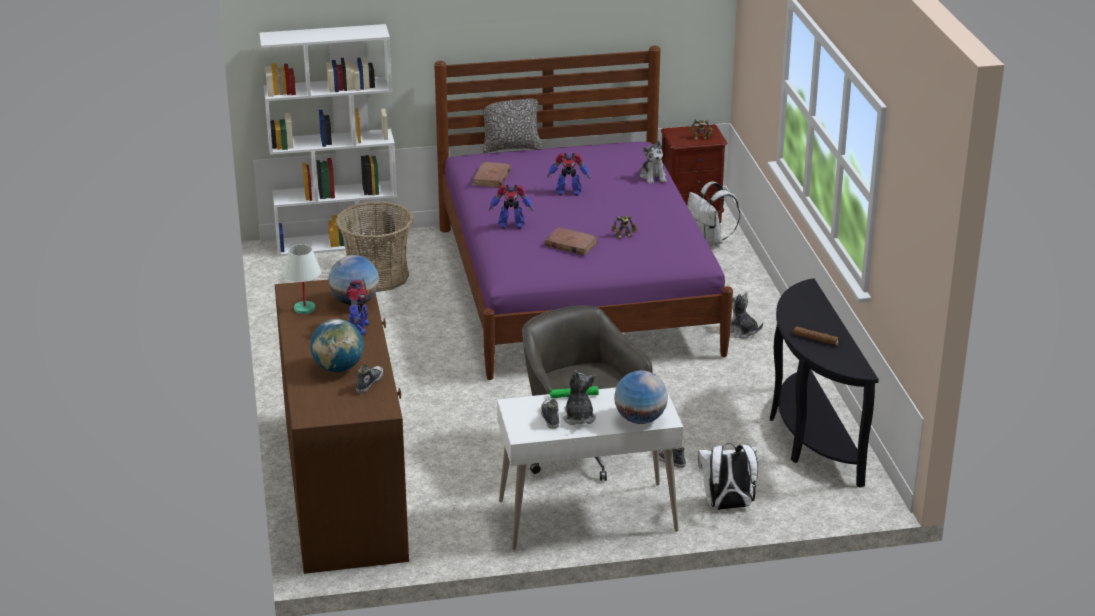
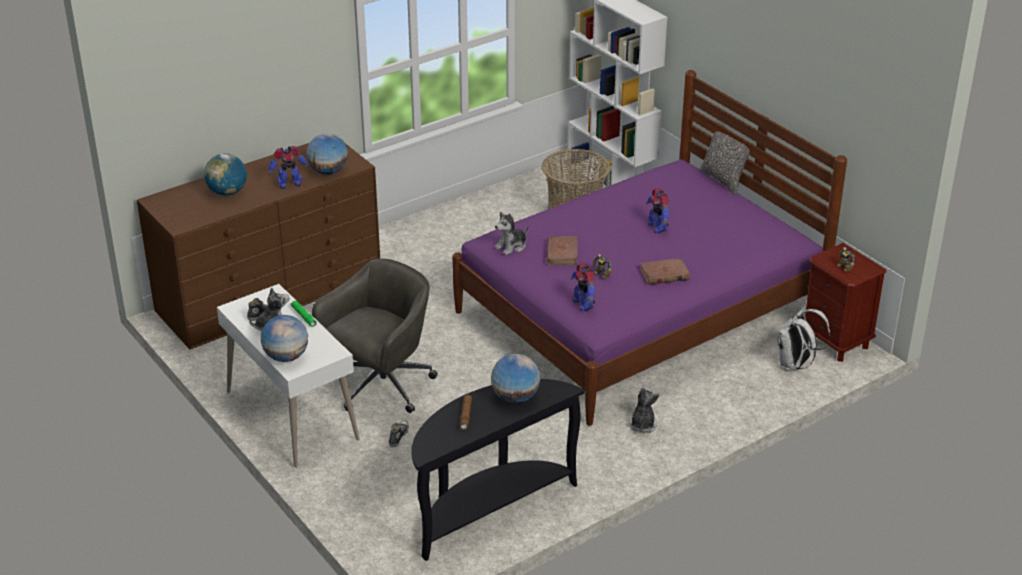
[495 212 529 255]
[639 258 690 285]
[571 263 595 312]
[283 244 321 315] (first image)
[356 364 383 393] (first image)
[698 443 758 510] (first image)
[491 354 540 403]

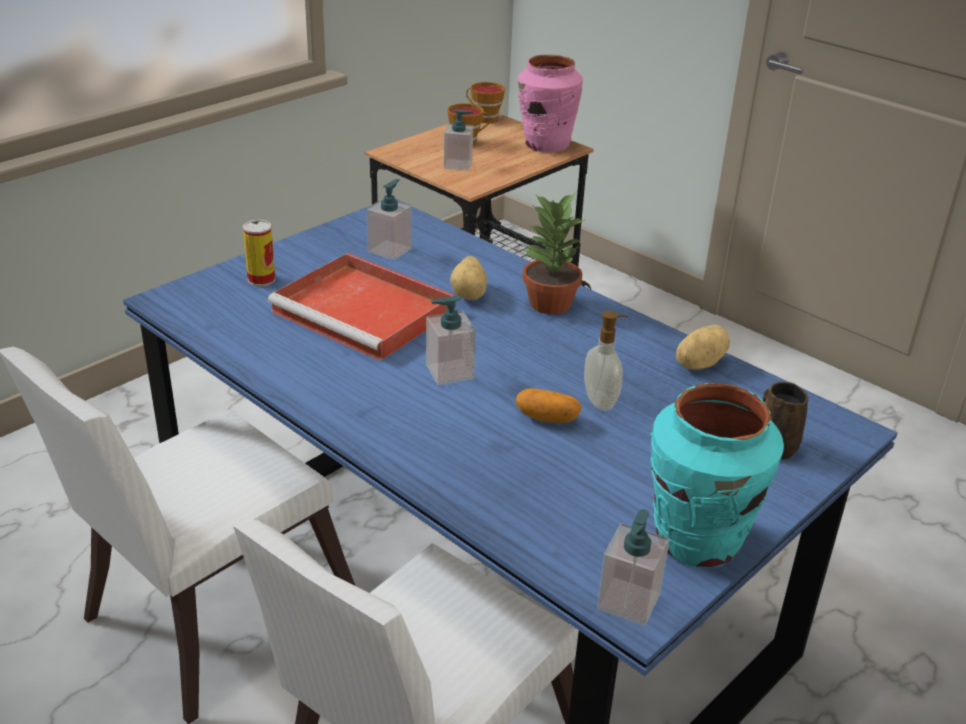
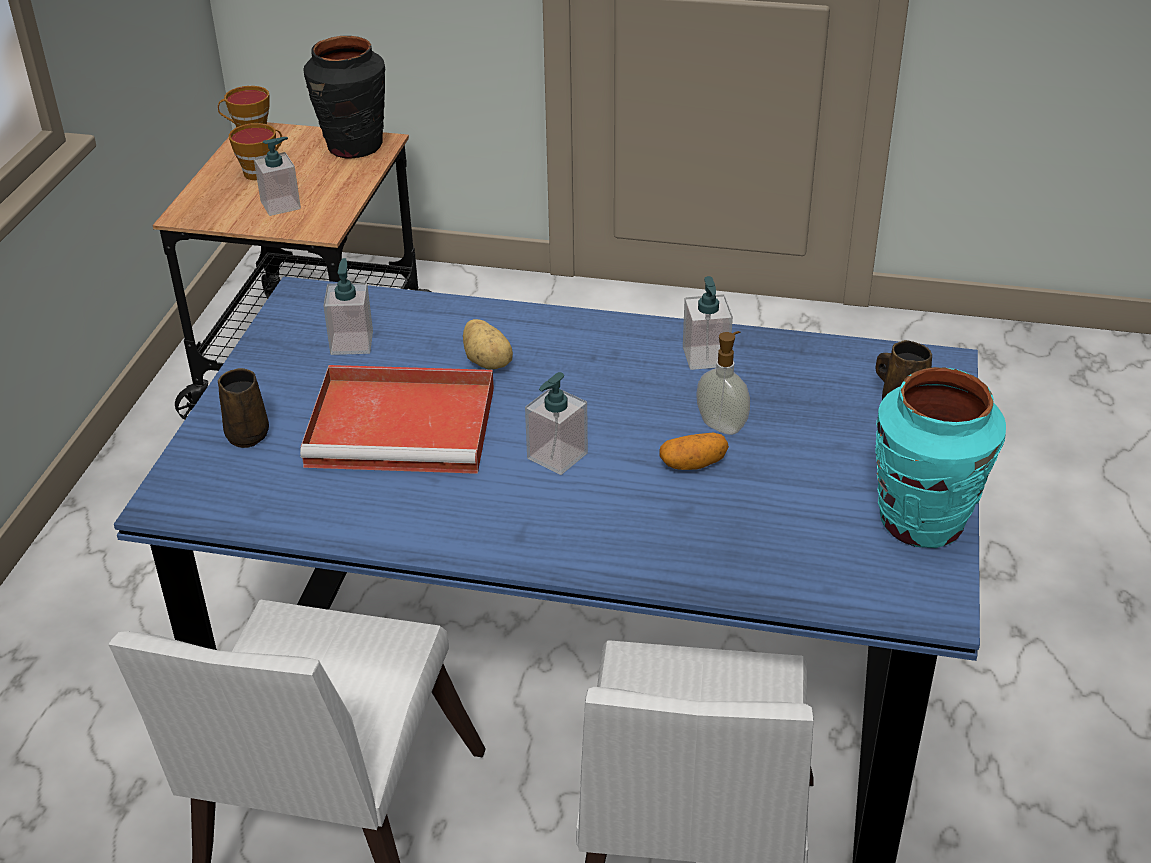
[303 36 385 158]
[522 193 586 314] (first image)
[218 368 269 448]
[676 325 730 370] (first image)
[683 276 733 370]

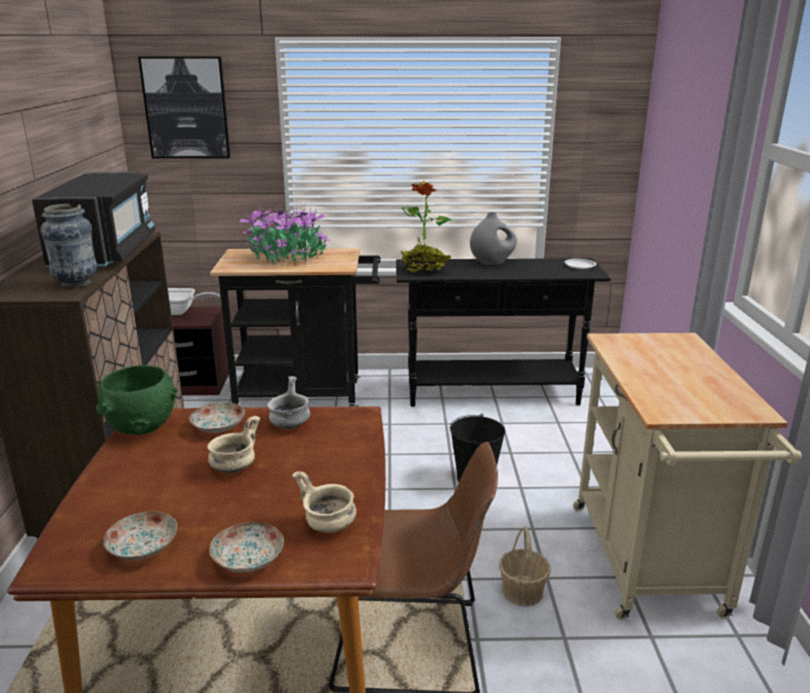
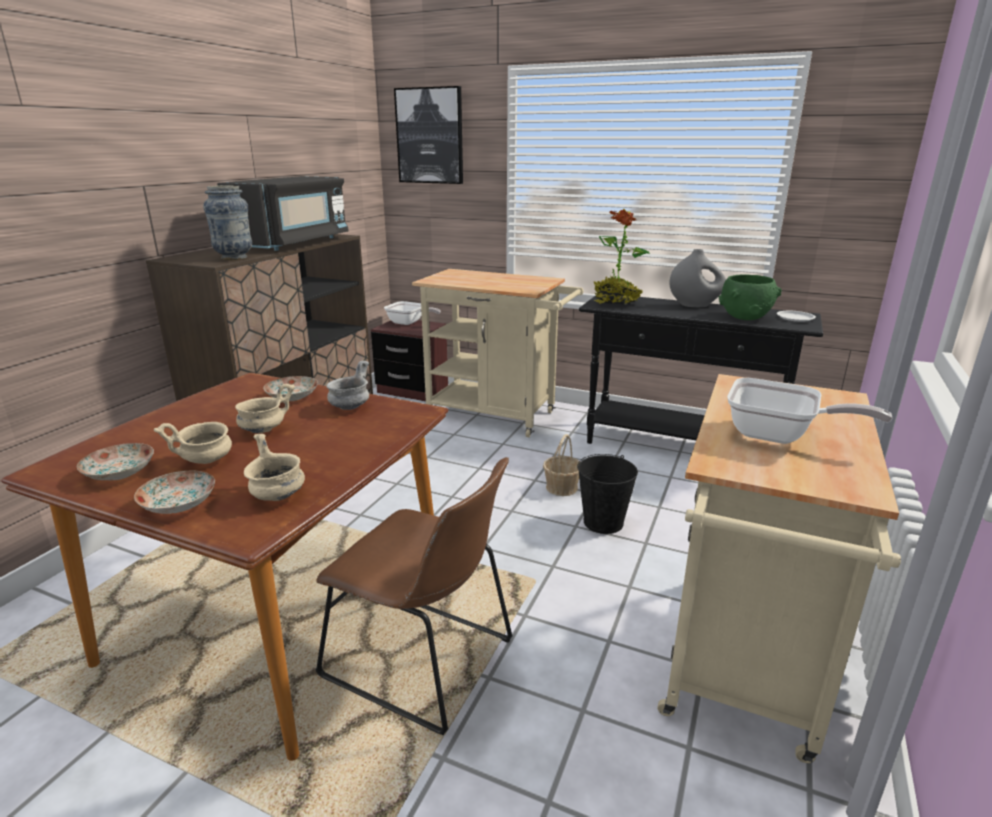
[240 203 330 264] (first image)
[412 269 583 437]
[719 274 782 320]
[543 434 580 496]
[727 378 893 444]
[154 422 232 464]

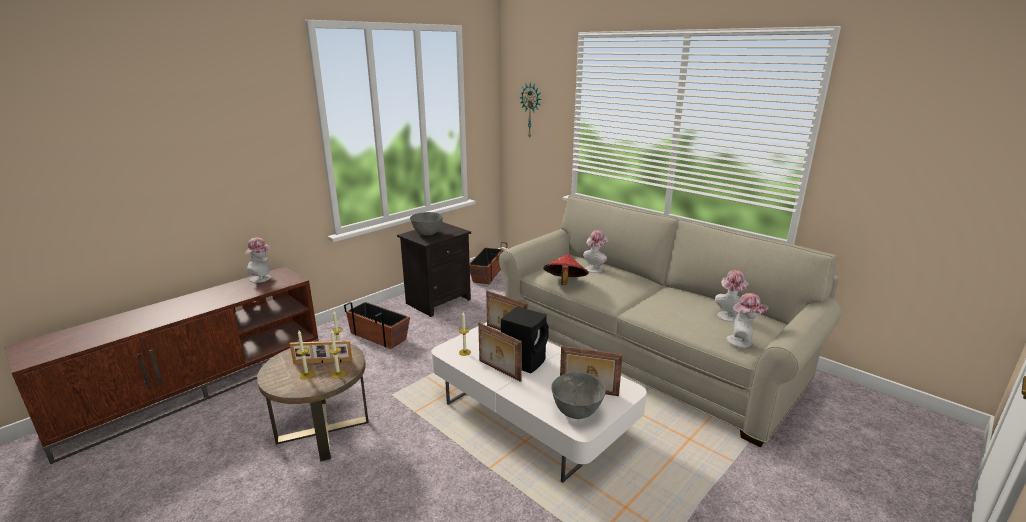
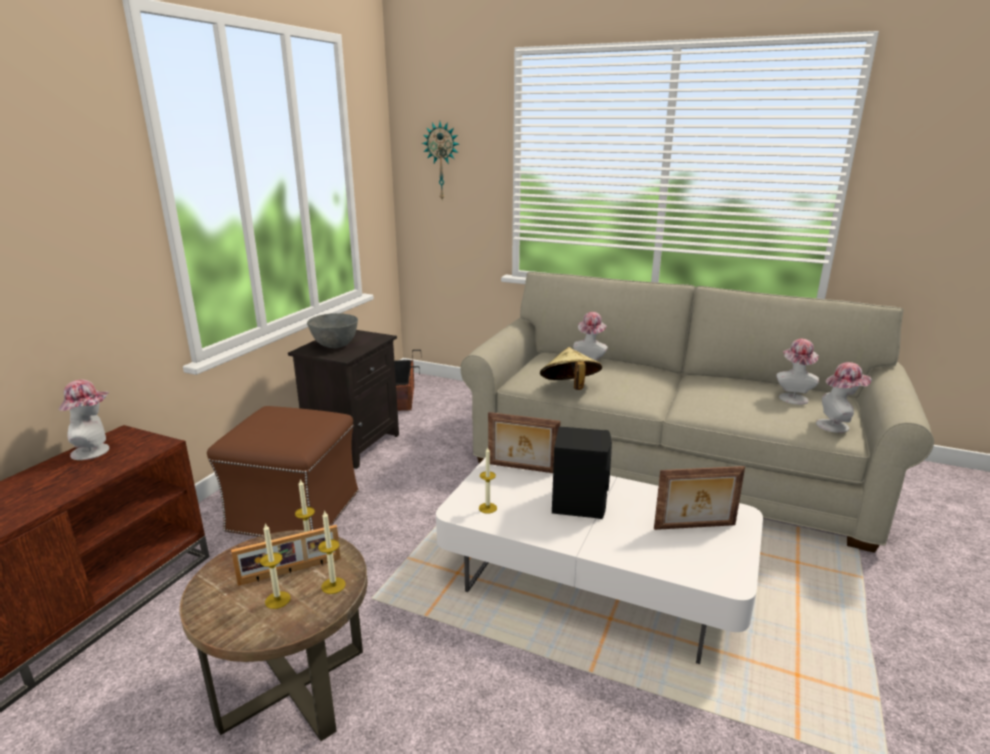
[540 347 602 390]
[207 406 358 537]
[478 323 522 382] (first image)
[551 373 606 419] (first image)

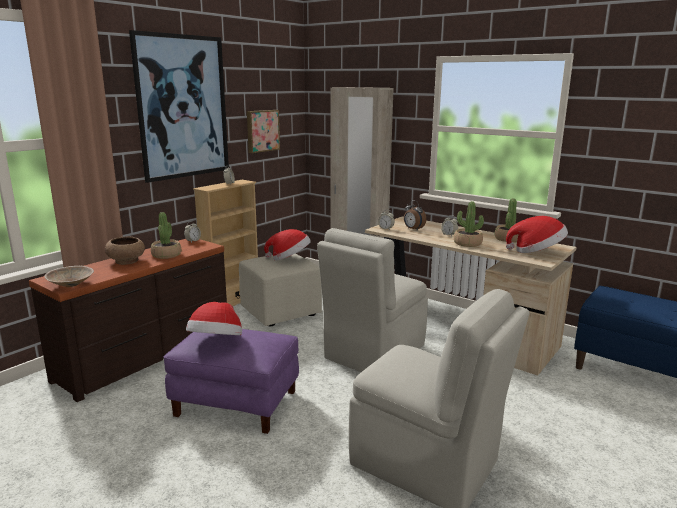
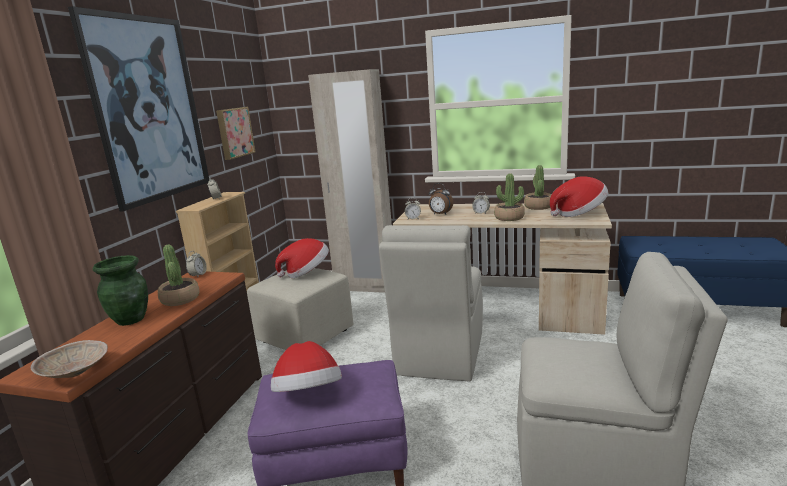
[93 255 148 326]

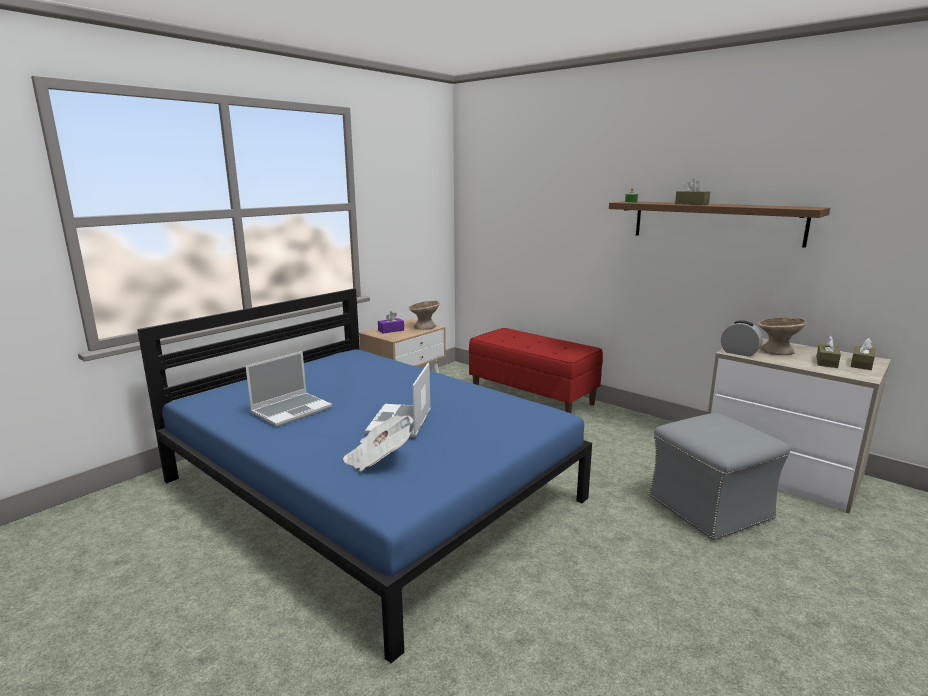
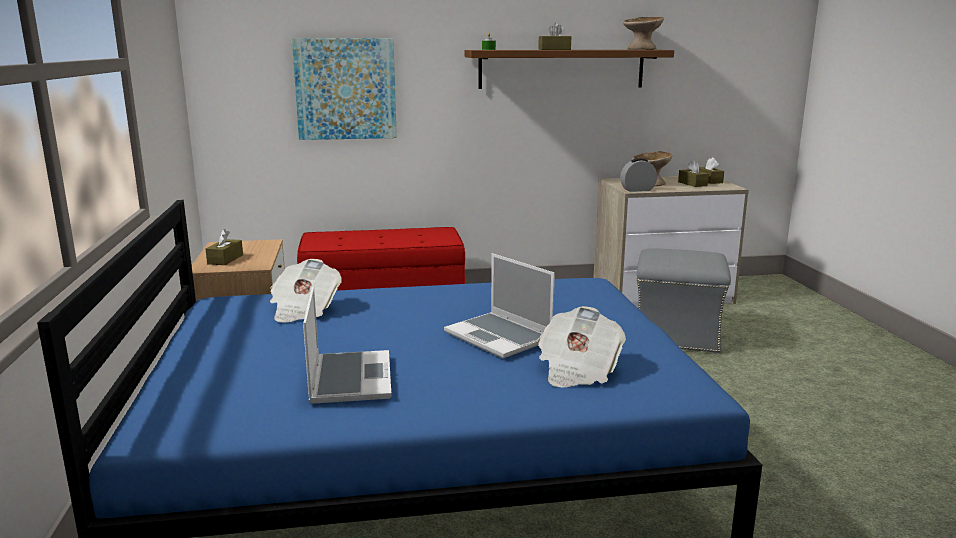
[623 17 664 50]
[205 229 243 265]
[292 38 397 140]
[270 259 342 323]

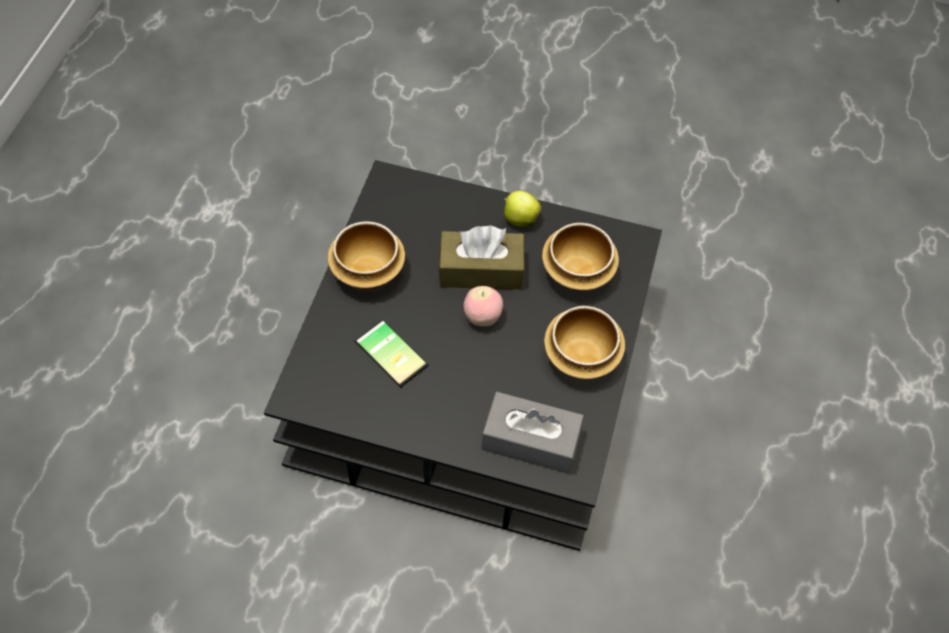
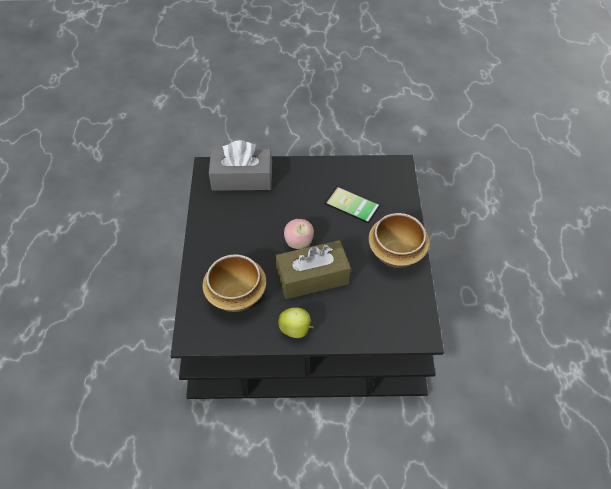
[544 306 625 379] (first image)

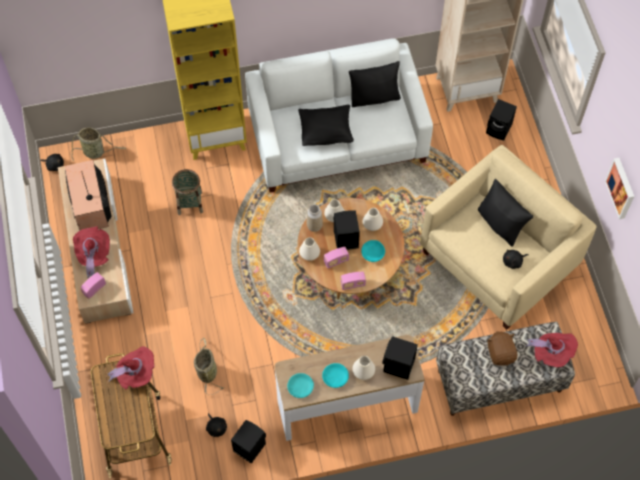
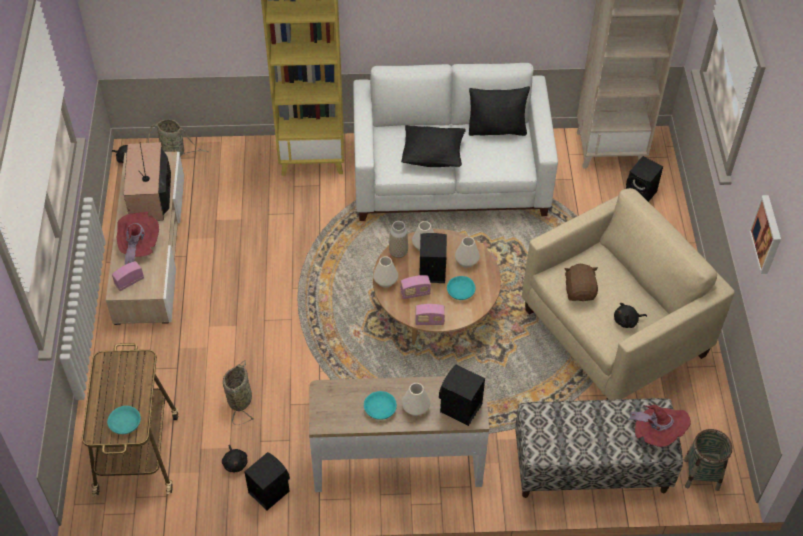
[684 429 732 491]
[478 179 533 246] (first image)
[565 264 598 301]
[108 346 155 390] (first image)
[107 406 141 434]

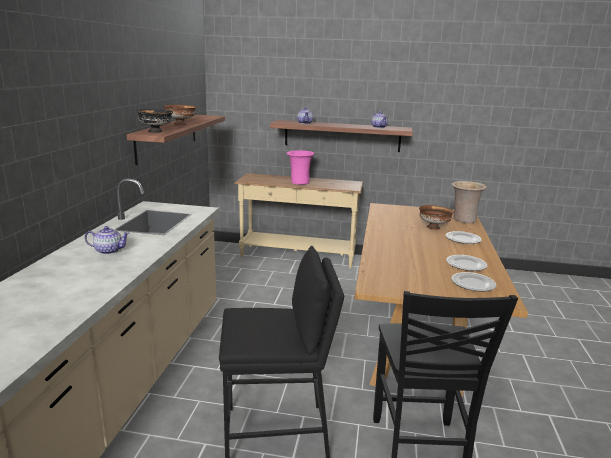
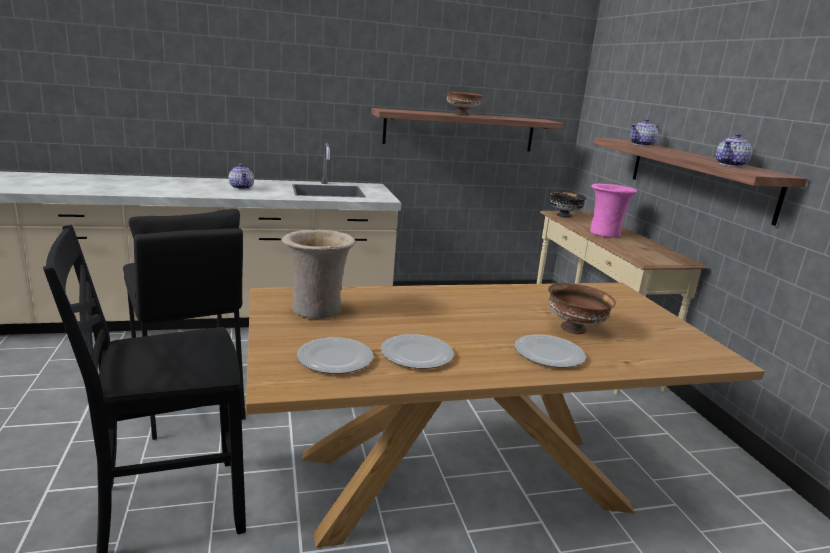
[549 191 587 218]
[282 230 356 319]

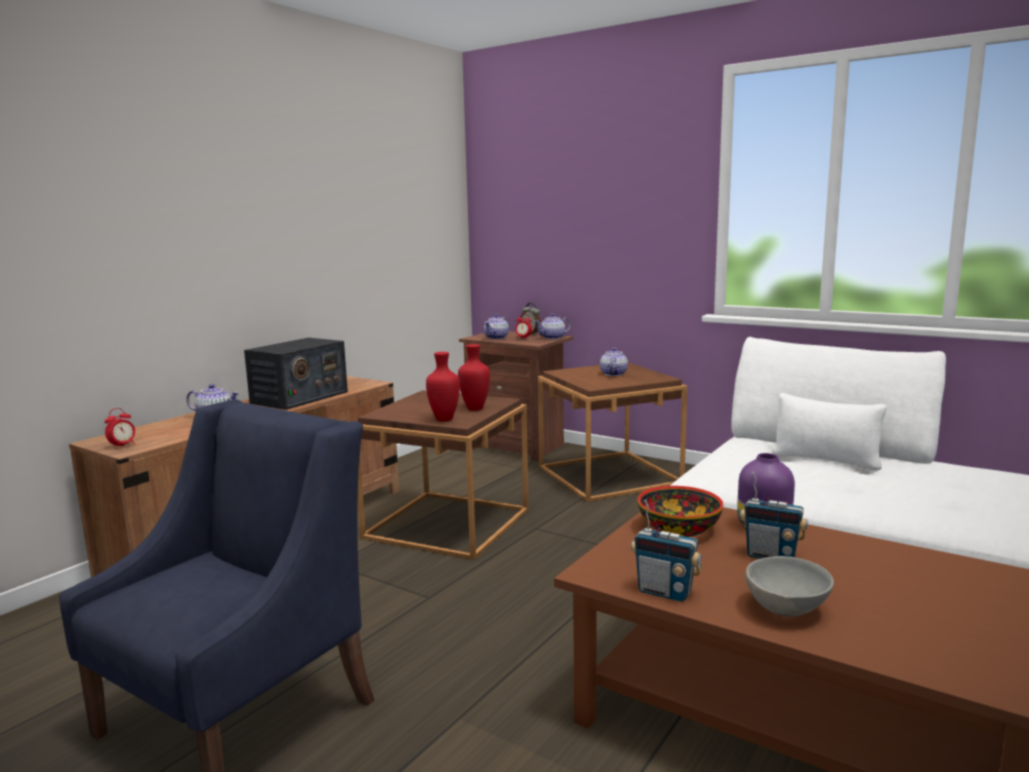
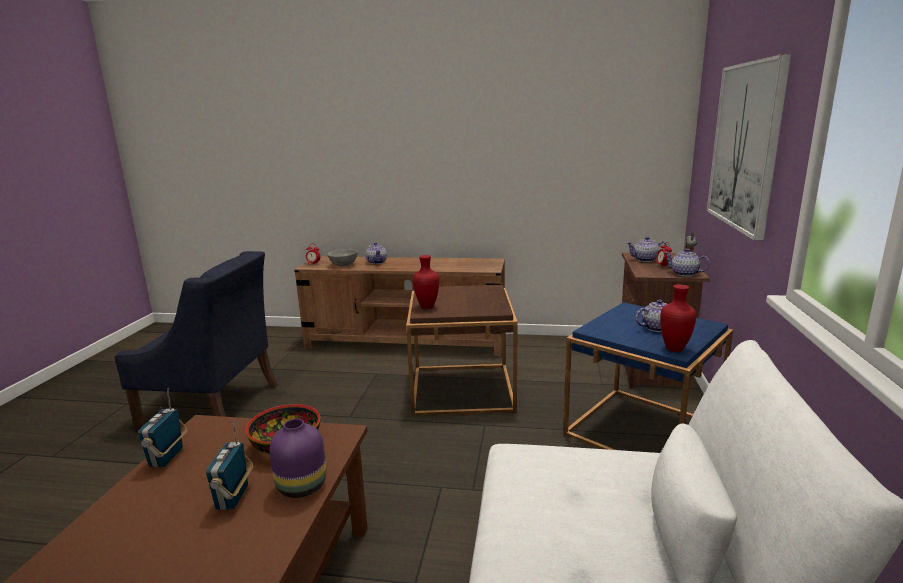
[244 338 348 410] (first image)
[660 284 696 352]
[563 302 733 450]
[327 249 358 267]
[707 54 791 241]

